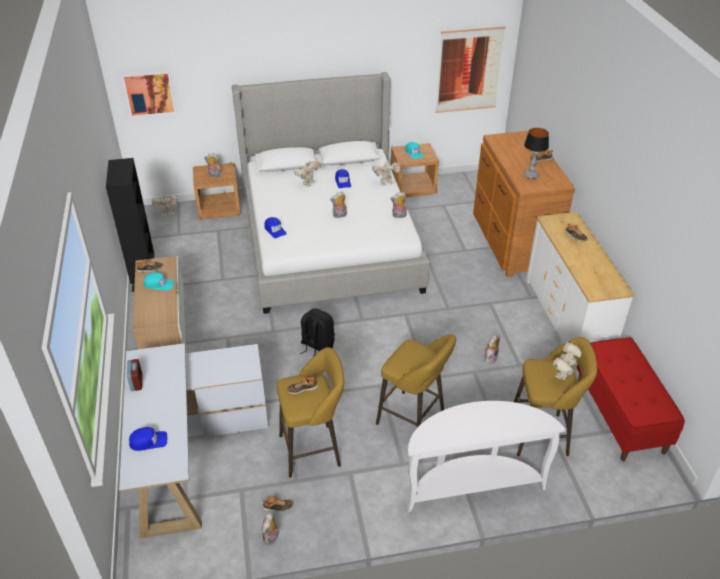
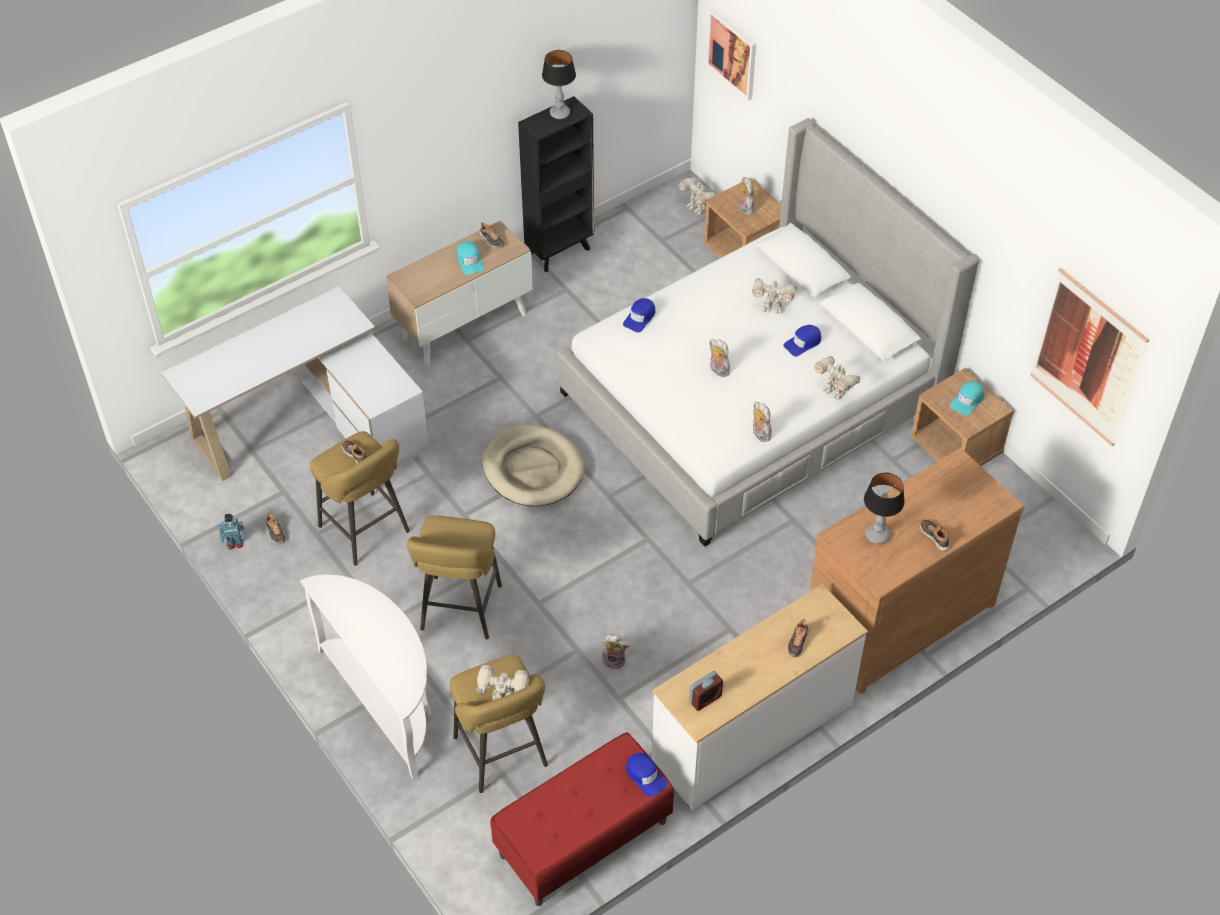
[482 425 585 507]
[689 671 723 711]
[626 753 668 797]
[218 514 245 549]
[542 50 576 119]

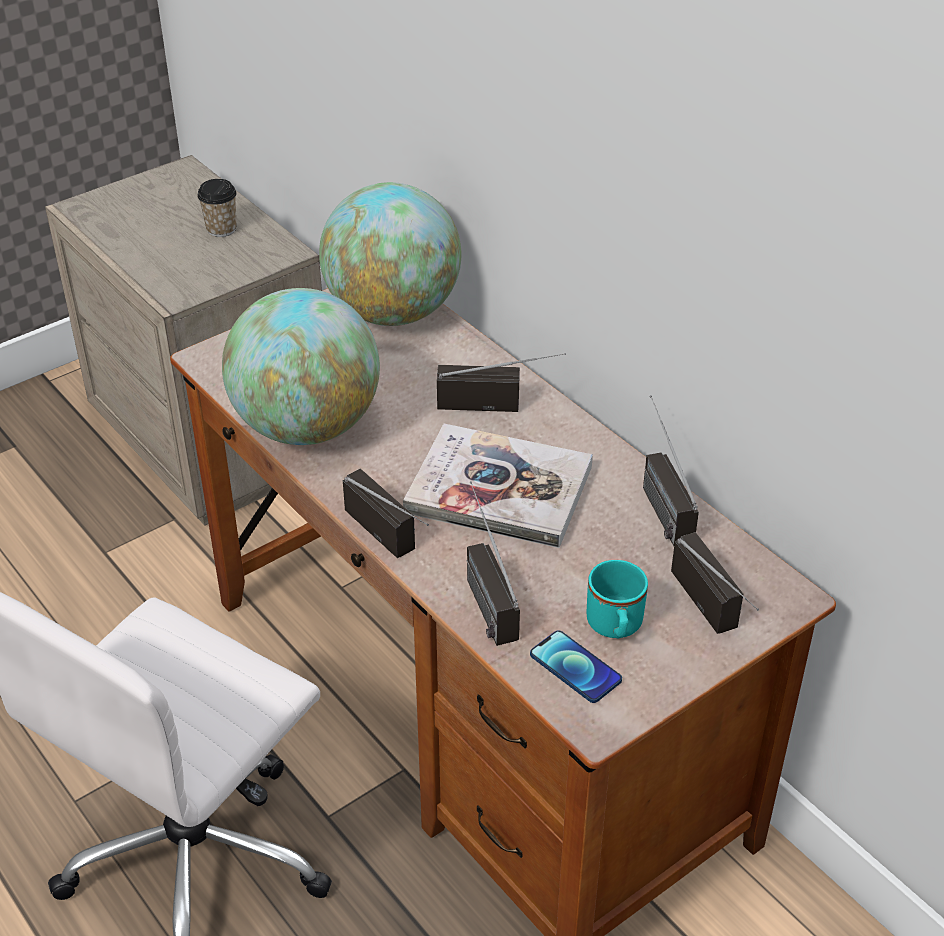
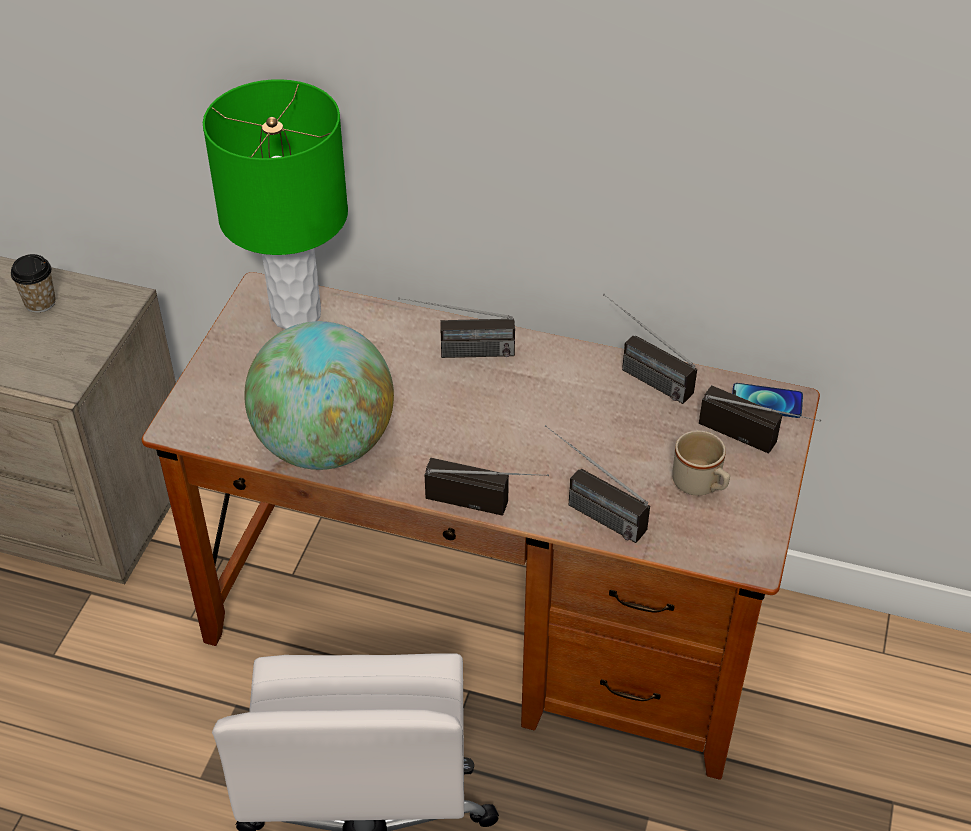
[203 79 348 329]
[398 298 515 358]
[403 424 593 548] (first image)
[672 430 730 496]
[732 383 803 418]

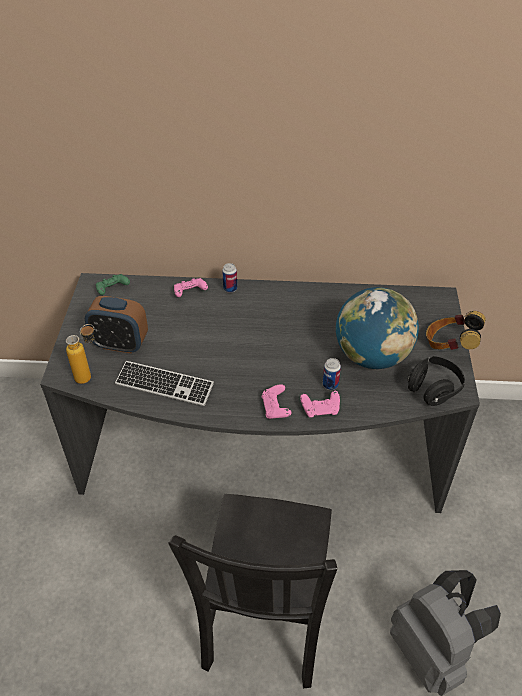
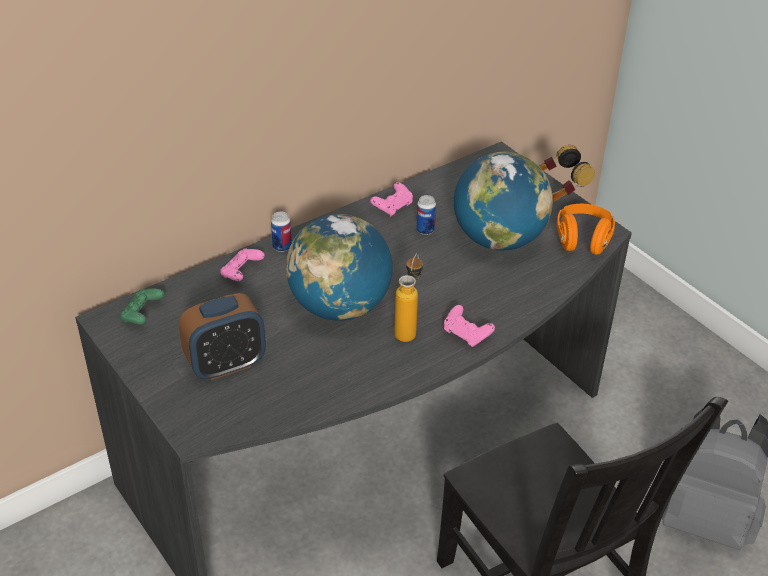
[394 253 423 342]
[557 204 615 255]
[416 195 436 235]
[115 361 214 406] (first image)
[370 182 413 217]
[286 214 393 321]

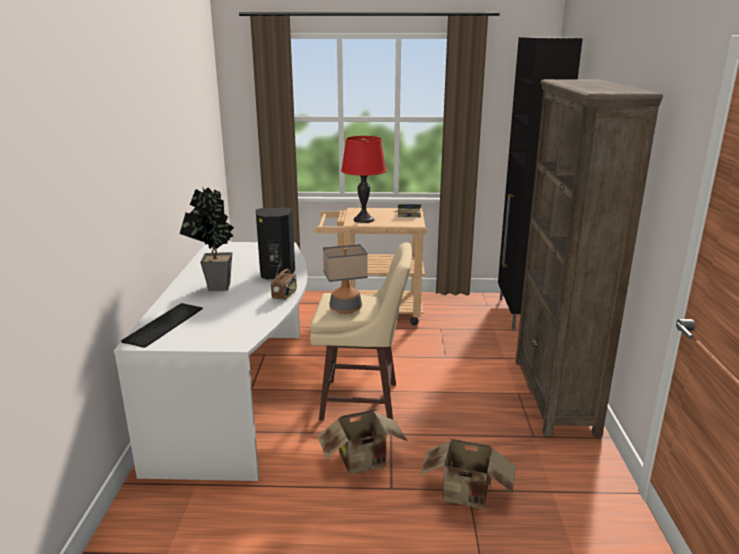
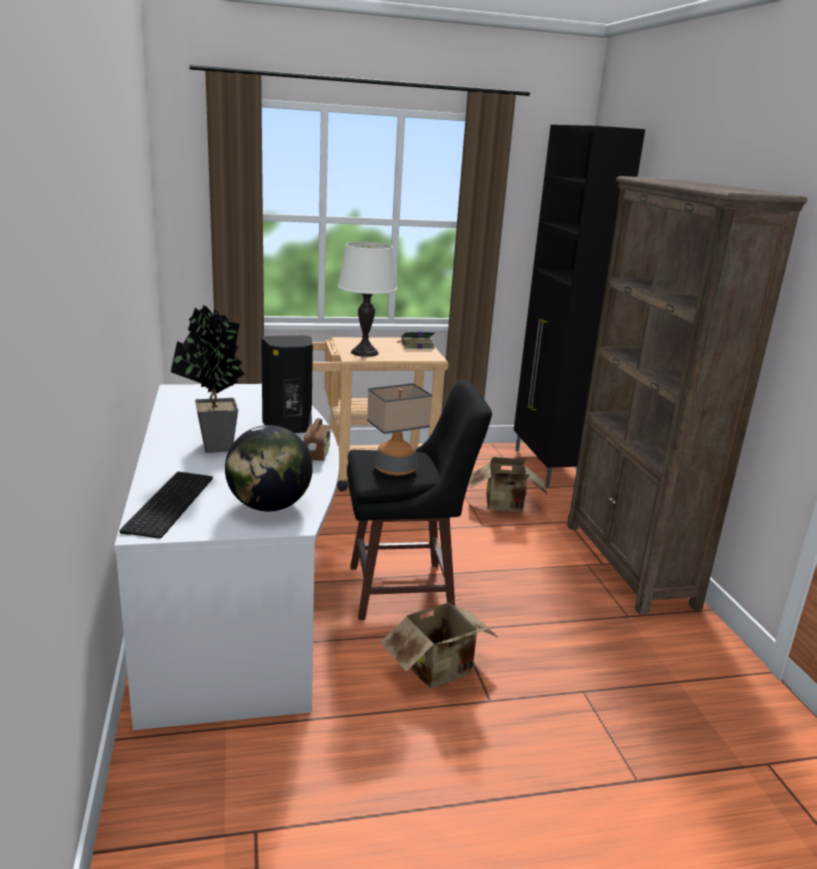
[337 242 397 357]
[347 380 492 620]
[469 457 547 513]
[225 425 313 511]

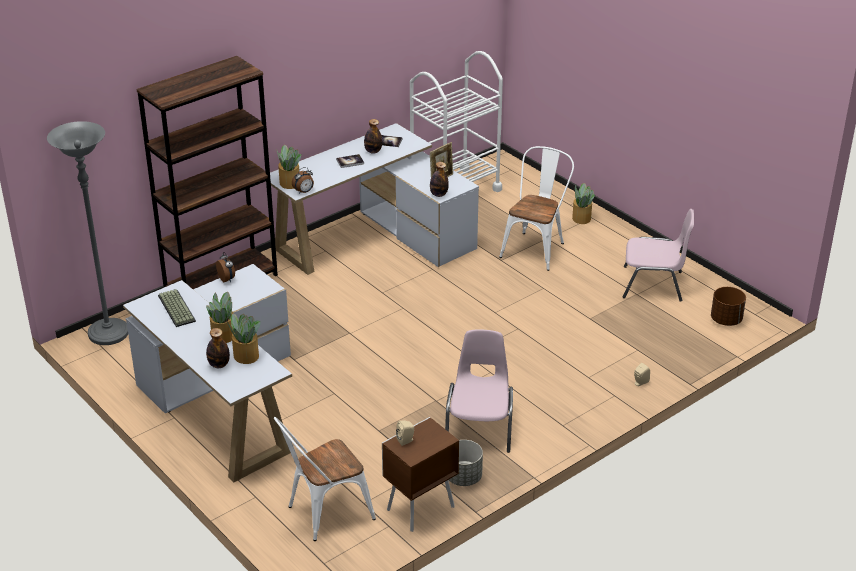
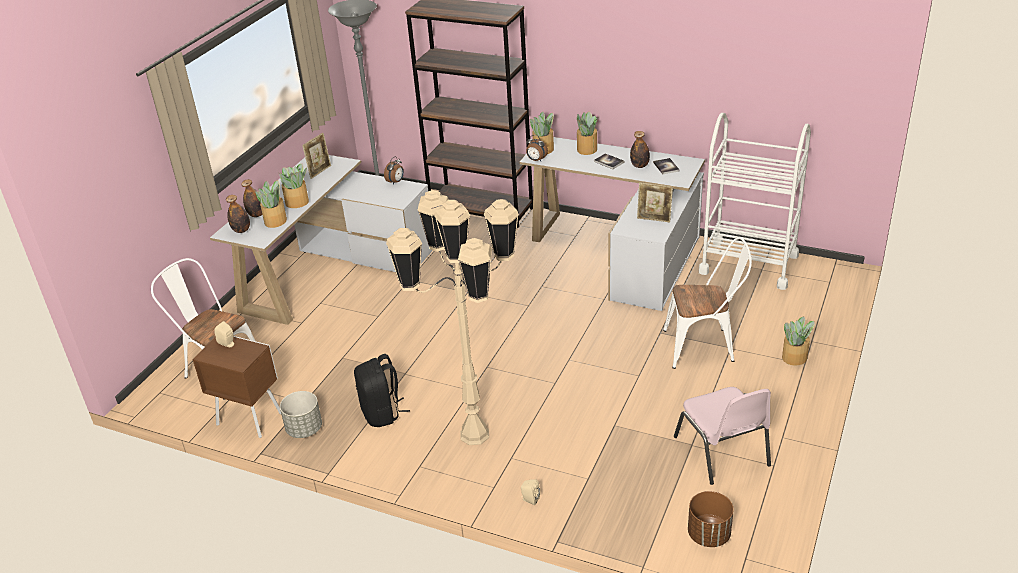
[226 195 250 233]
[302 133 331 179]
[354 354 410 427]
[576 112 598 155]
[386 190 519 445]

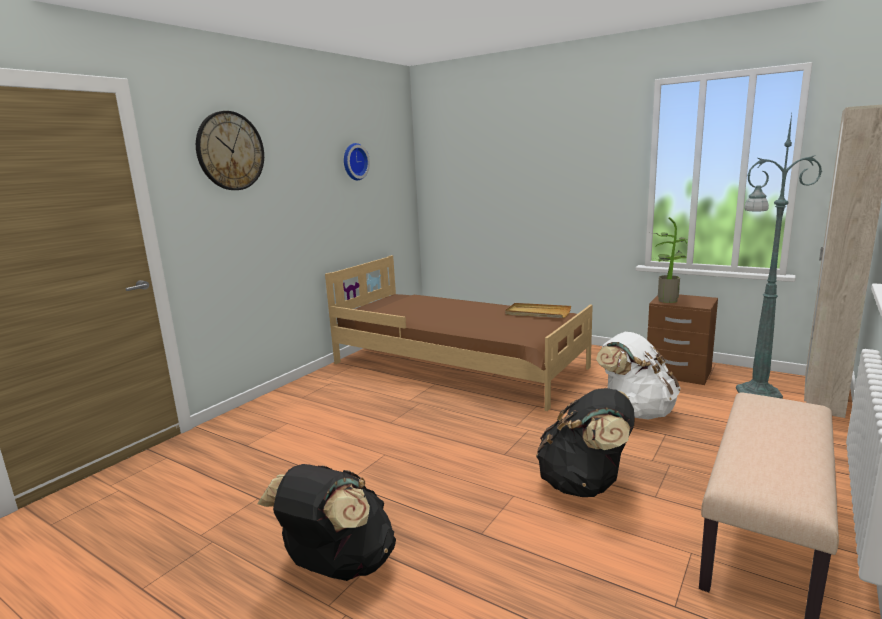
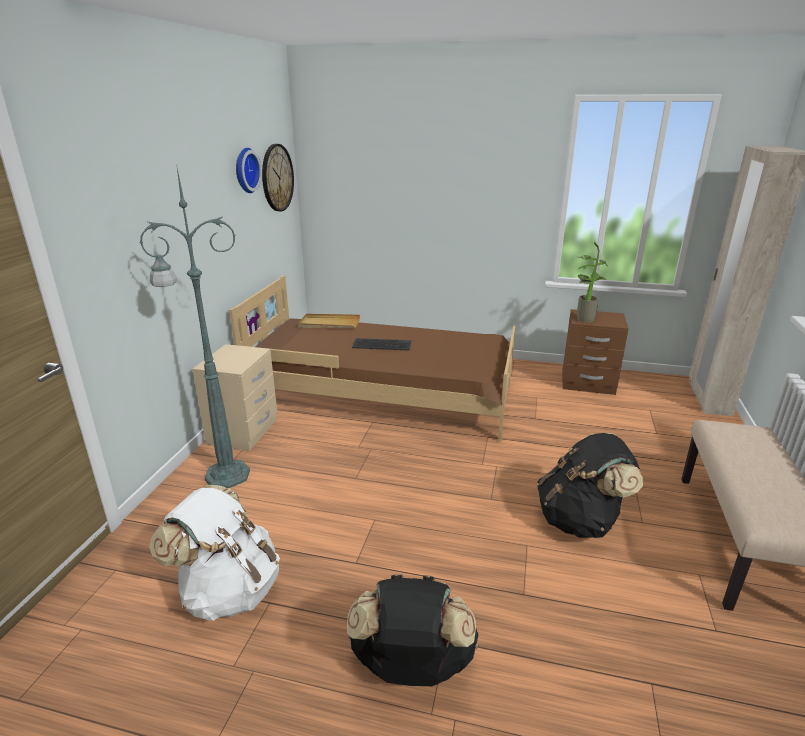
[262 144 294 211]
[140 168 250 488]
[298 314 360 328]
[149 485 280 621]
[352 338 411 350]
[192 344 277 451]

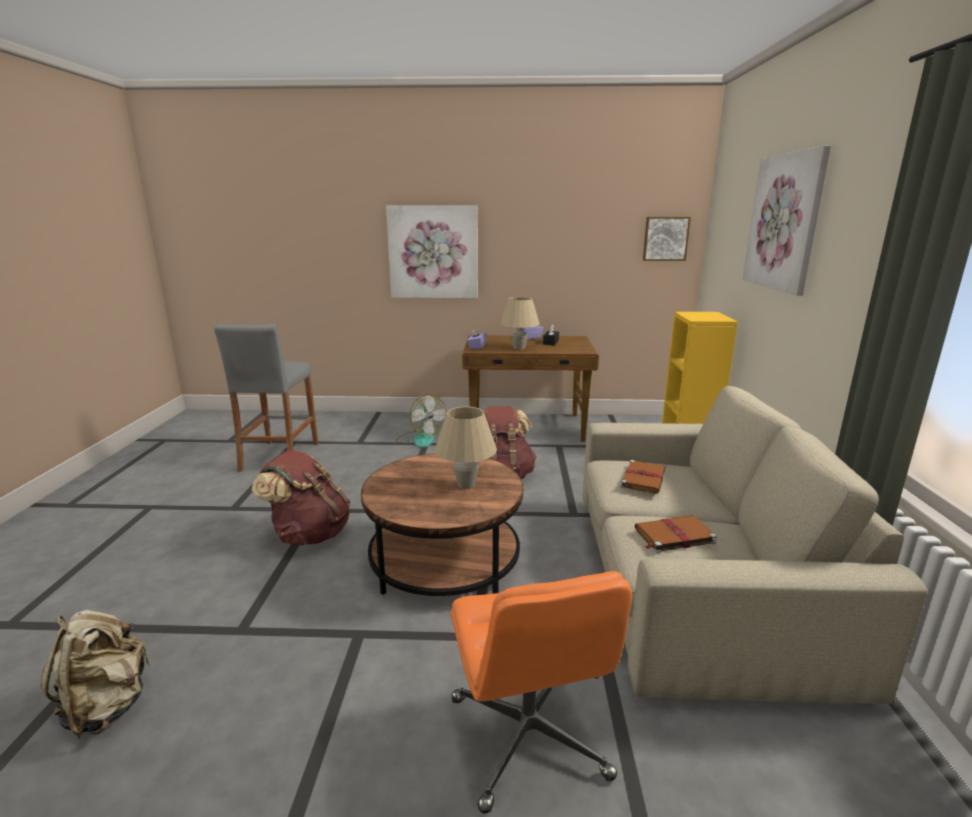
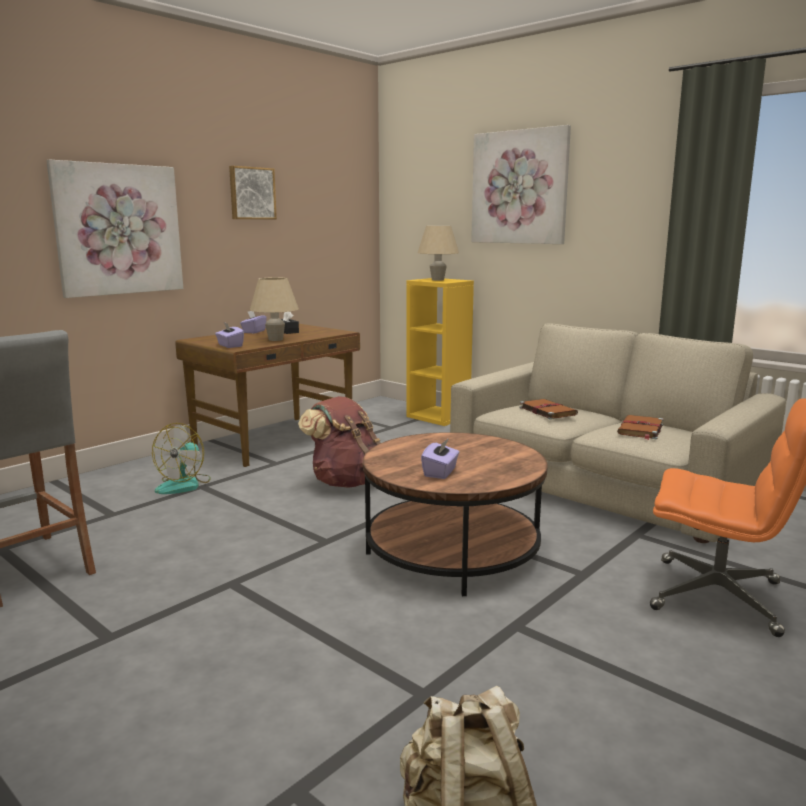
[229 166 277 219]
[152 423 211 494]
[418 226 459 280]
[252 450 350 545] (first image)
[421 438 459 479]

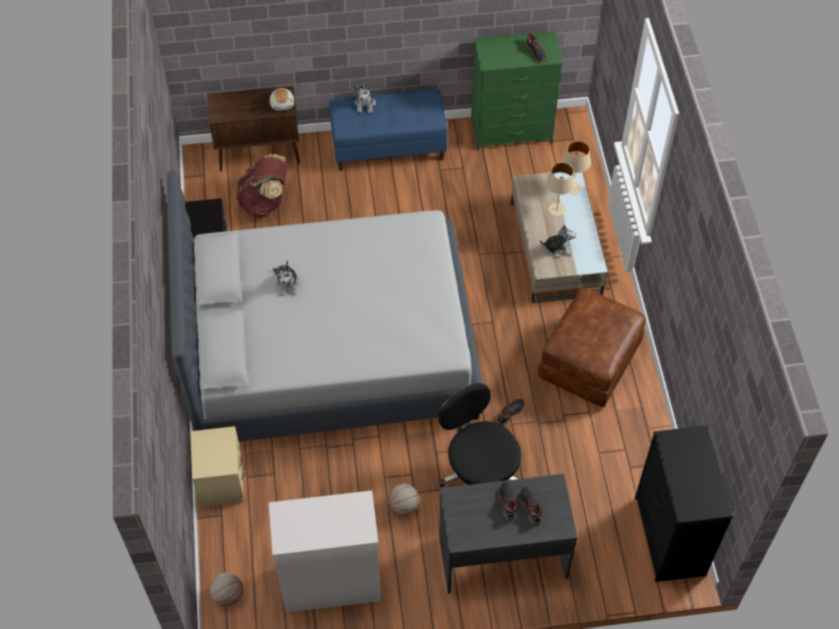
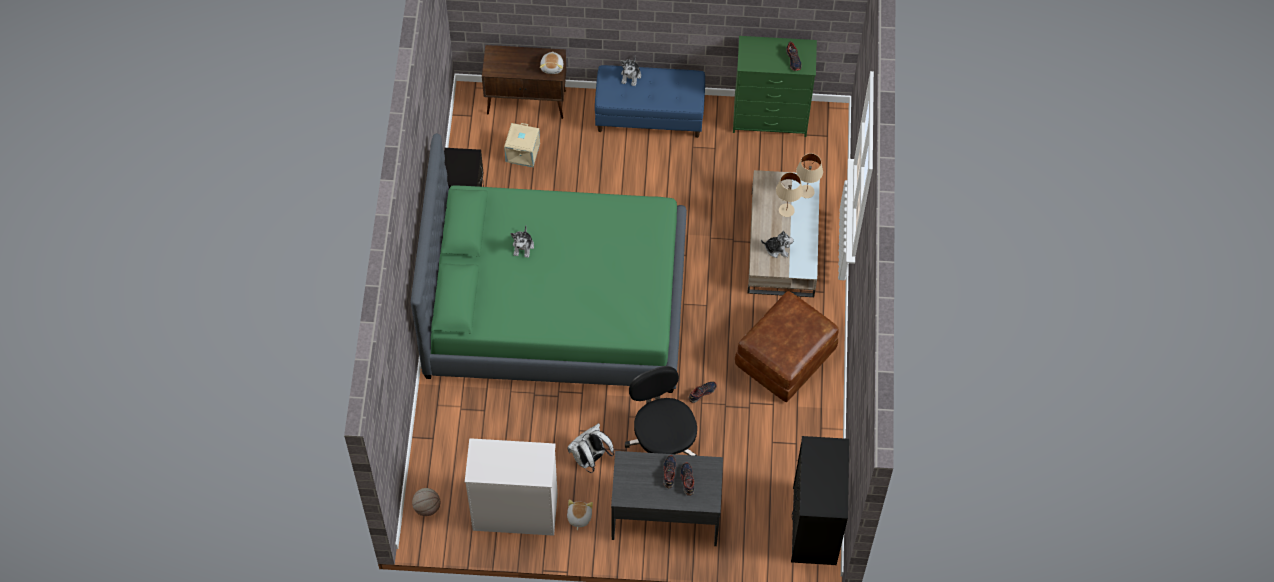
[504 123 540 167]
[411 133 687 393]
[190 426 245 507] (first image)
[567 423 614 473]
[567 499 593 530]

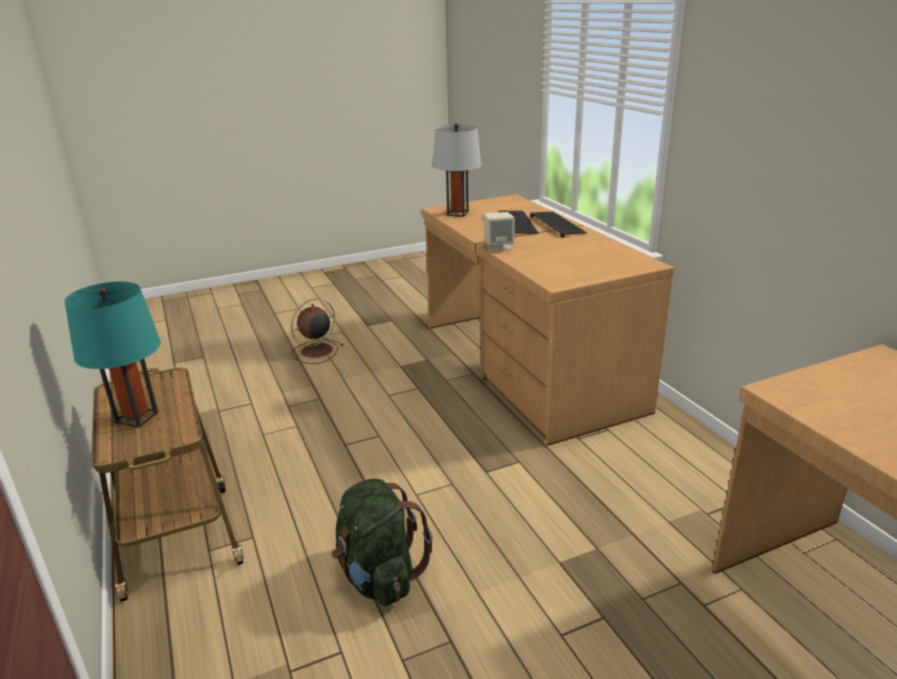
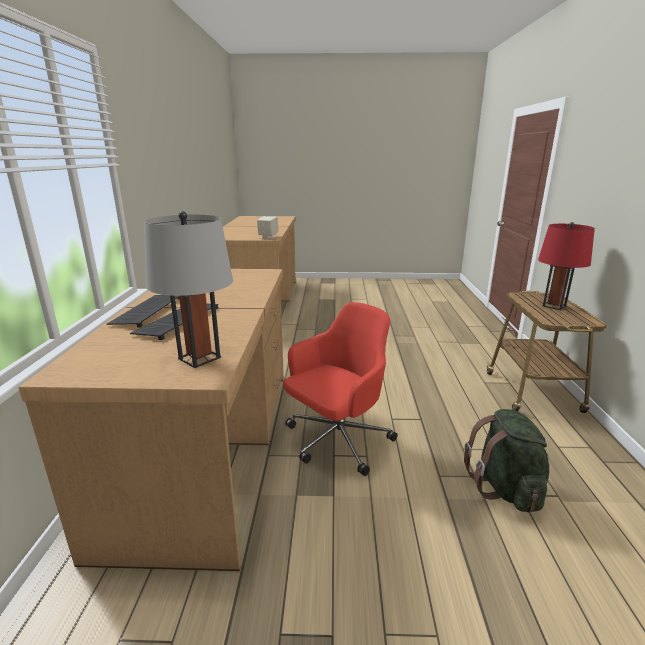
[257 216 279 239]
[538 222 595 310]
[291 298 343 364] (first image)
[464 409 549 513]
[283 302 398 476]

